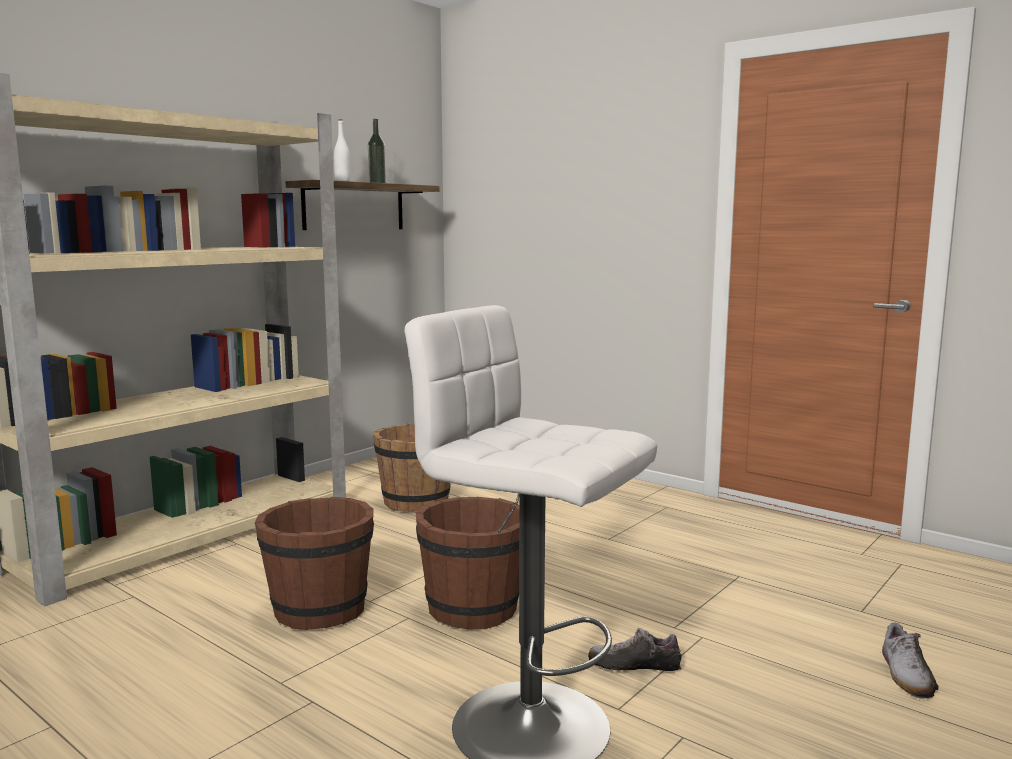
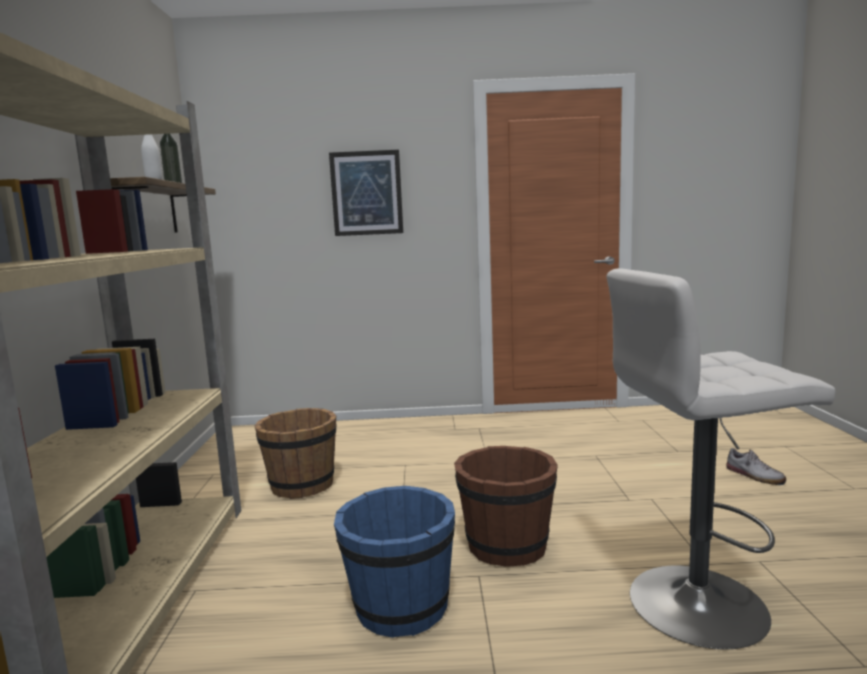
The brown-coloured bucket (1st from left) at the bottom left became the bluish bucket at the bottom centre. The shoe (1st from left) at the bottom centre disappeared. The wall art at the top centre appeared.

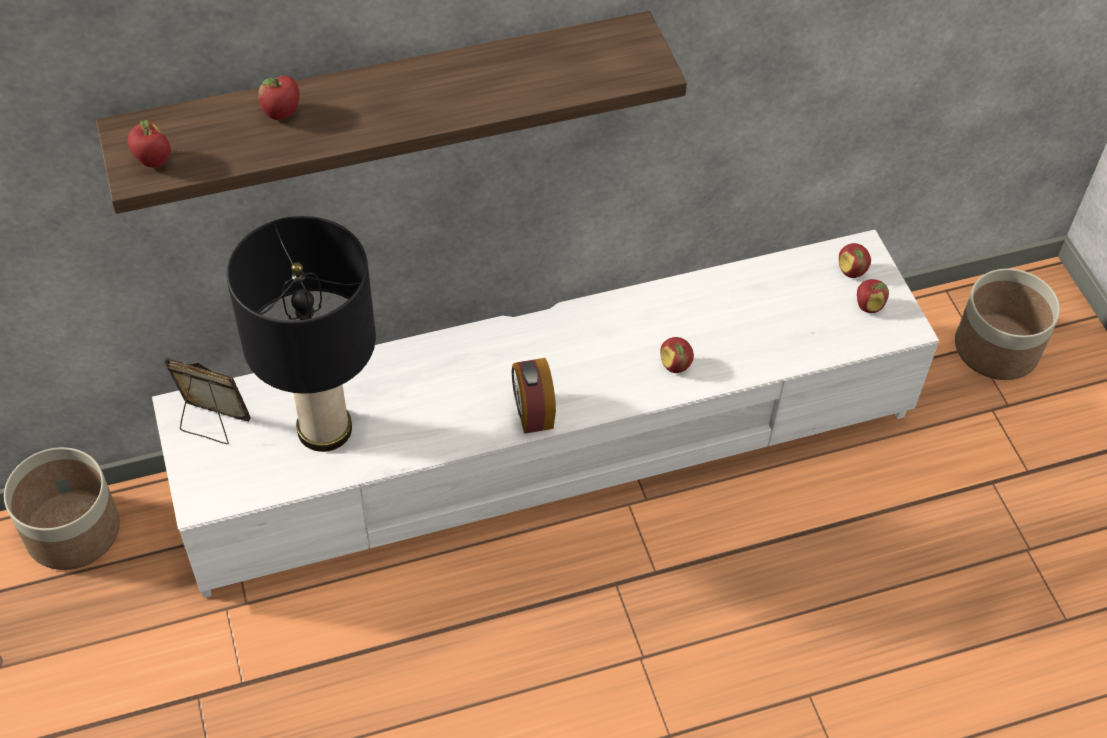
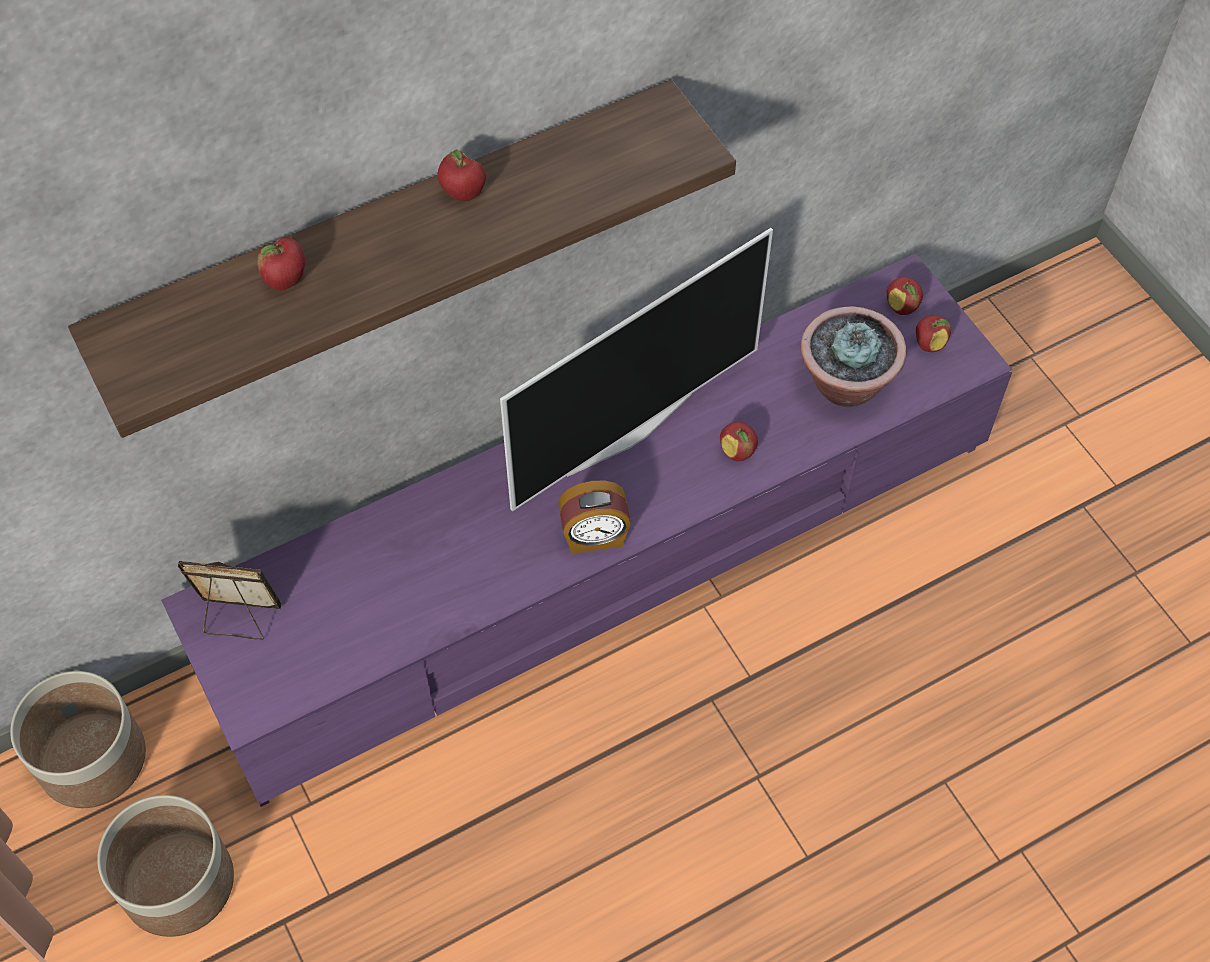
The whole apple (1st from left in the first image) moved from the top left to the top centre. The black tabletop lamp at the middle left disappeared. The whitish media console at the centre became the purple media console at the centre. The flower pot (2nd from left) moved from the middle right to the bottom left. The bedside clock at the centre turned 75 degrees counterclockwise. The TV set at the centre appeared. The potted plant at the middle right appeared.

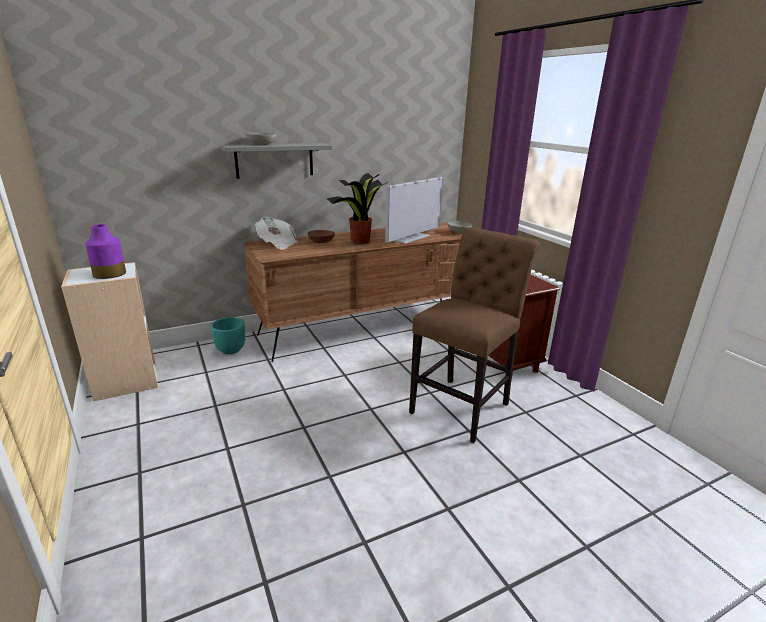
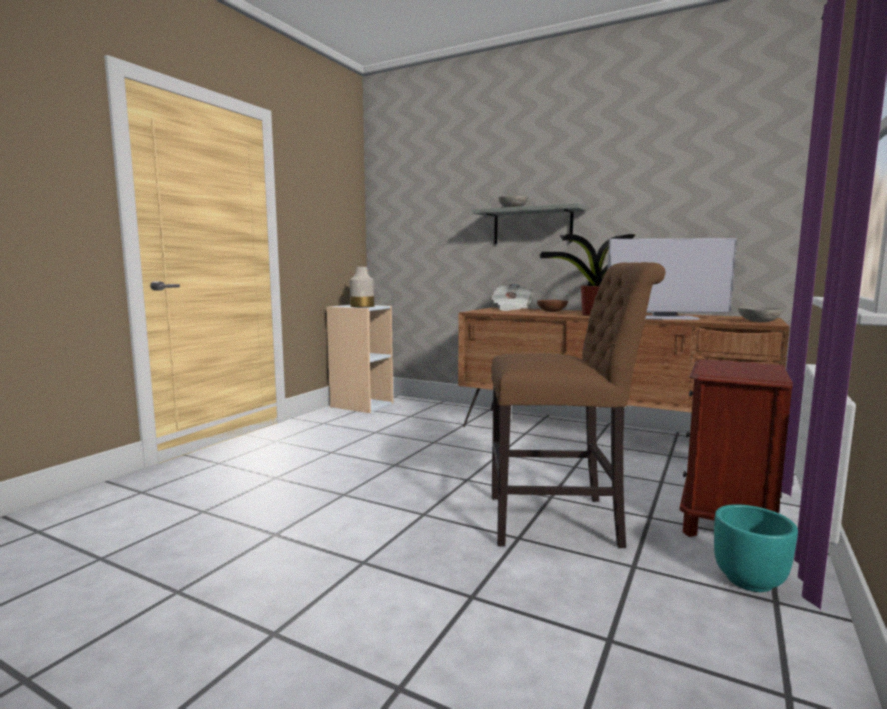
The purple flower vase at the middle left became the beige flower vase at the centre. The turquoise flower pot moved from the middle left to the bottom right.

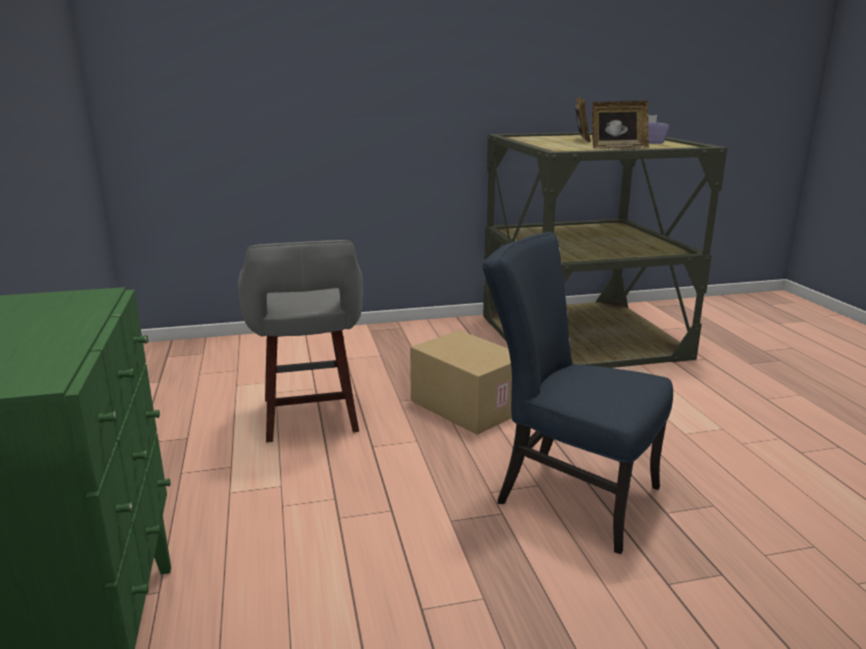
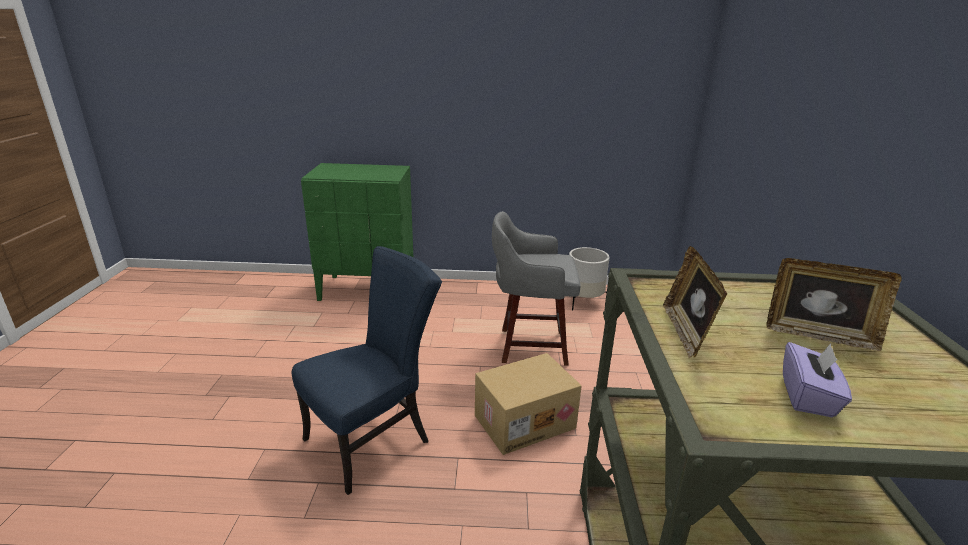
The whitish flower pot at the centre appeared.

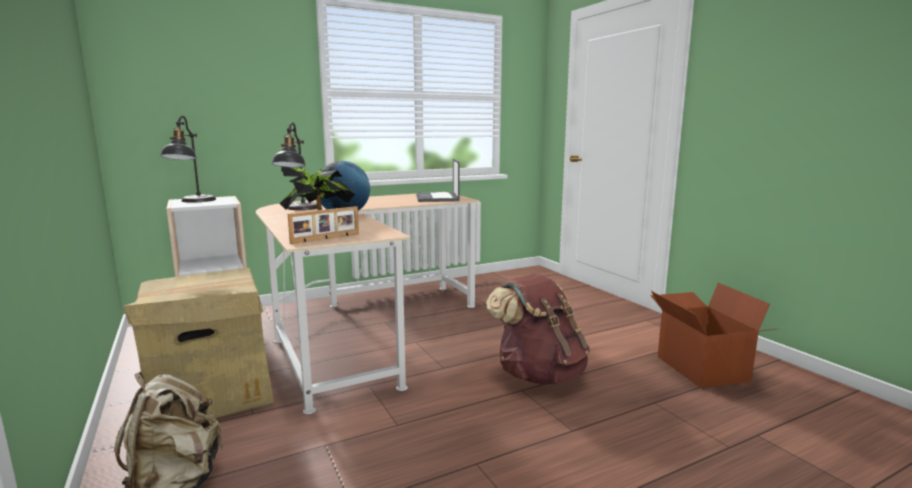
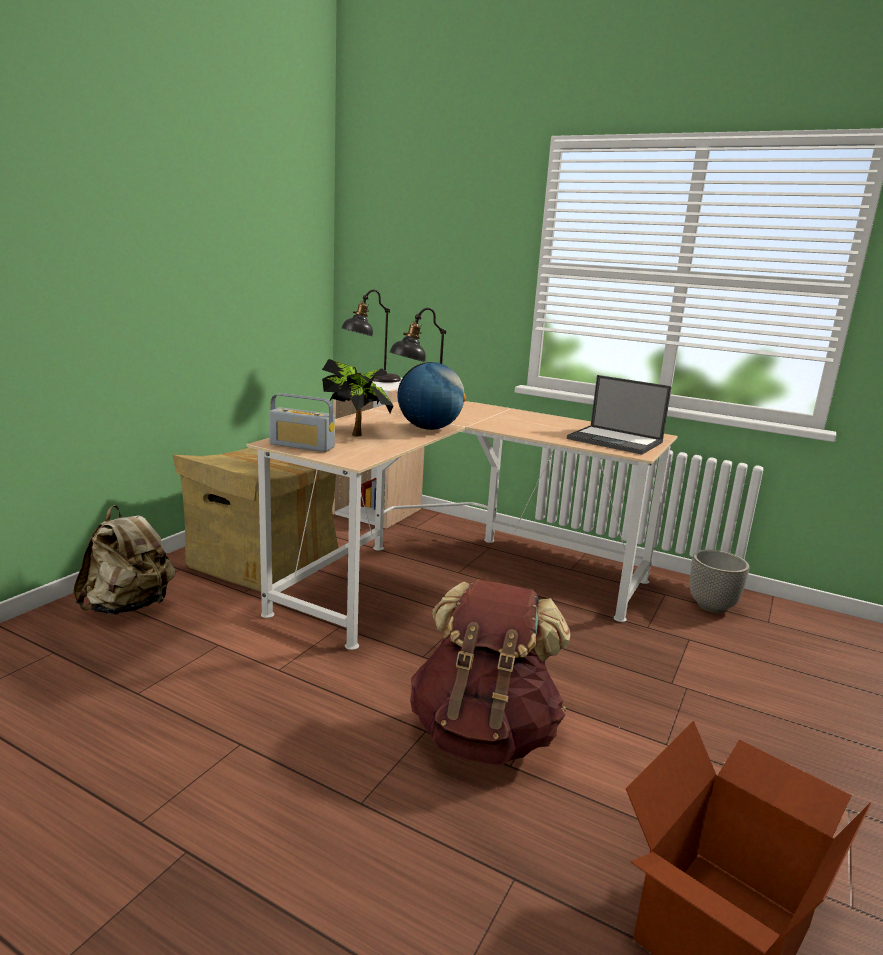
The laptop at the centre turned 105 degrees counterclockwise. The picture frame at the centre was replaced by the radio at the centre. The flower pot at the middle right appeared.

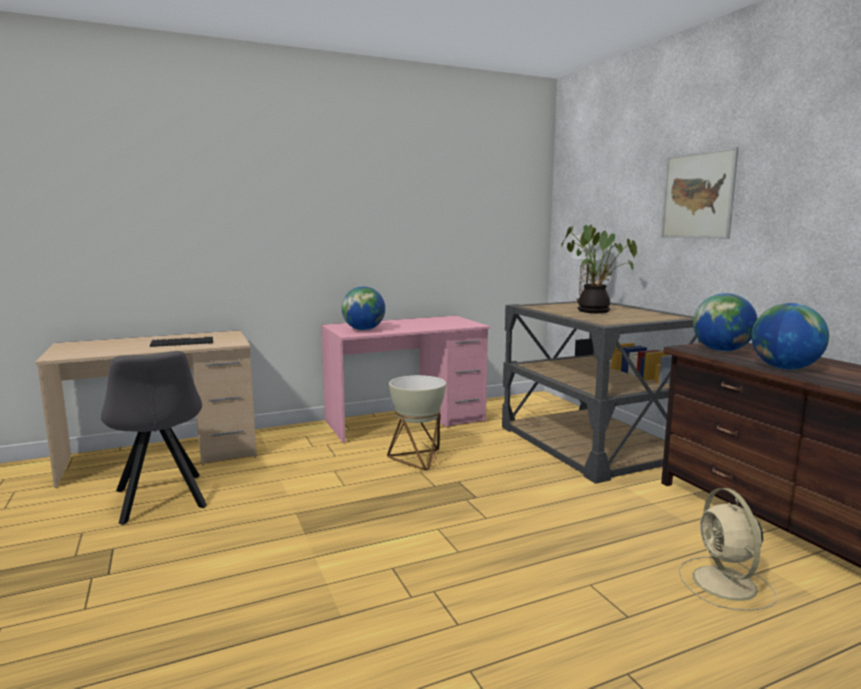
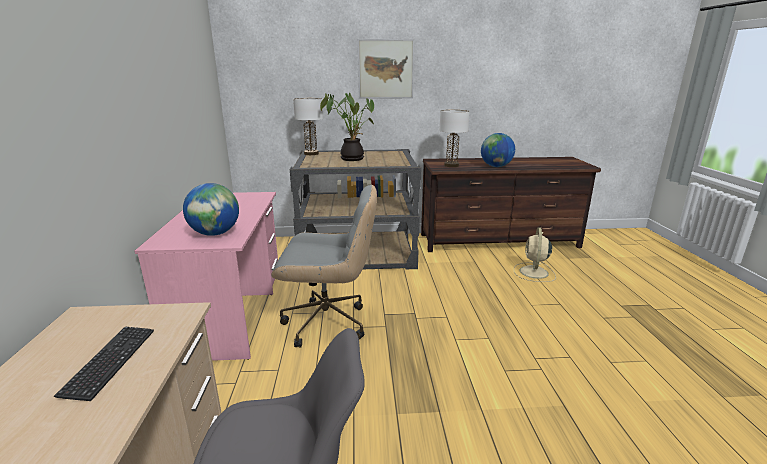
The desk globe (2nd from left) at the middle right was replaced by the tabletop lamp (2nd from left) at the top centre. The flower pot at the centre was replaced by the gray office chair at the centre. The beige cooling fan at the bottom right turned 90 degrees clockwise.

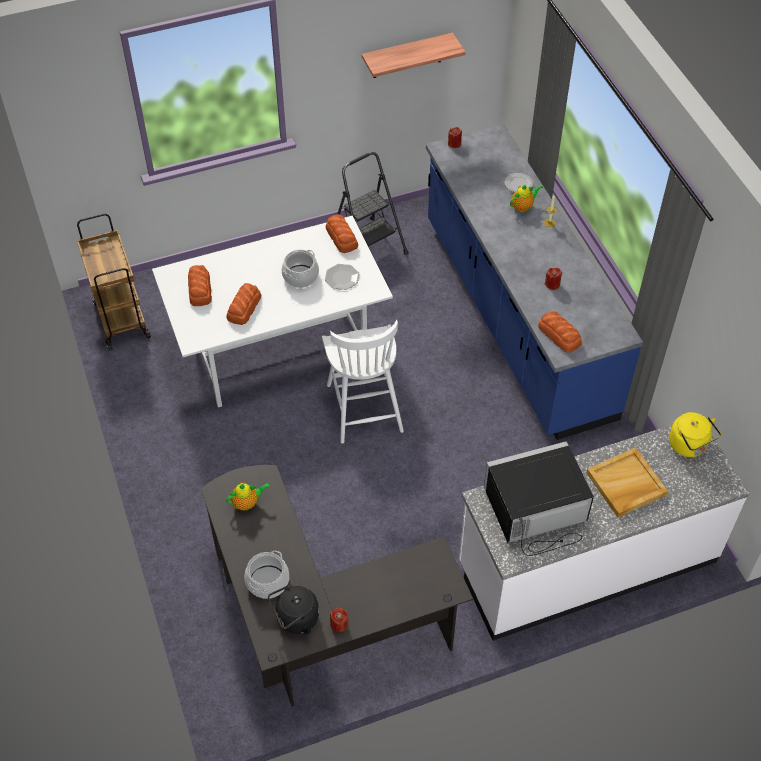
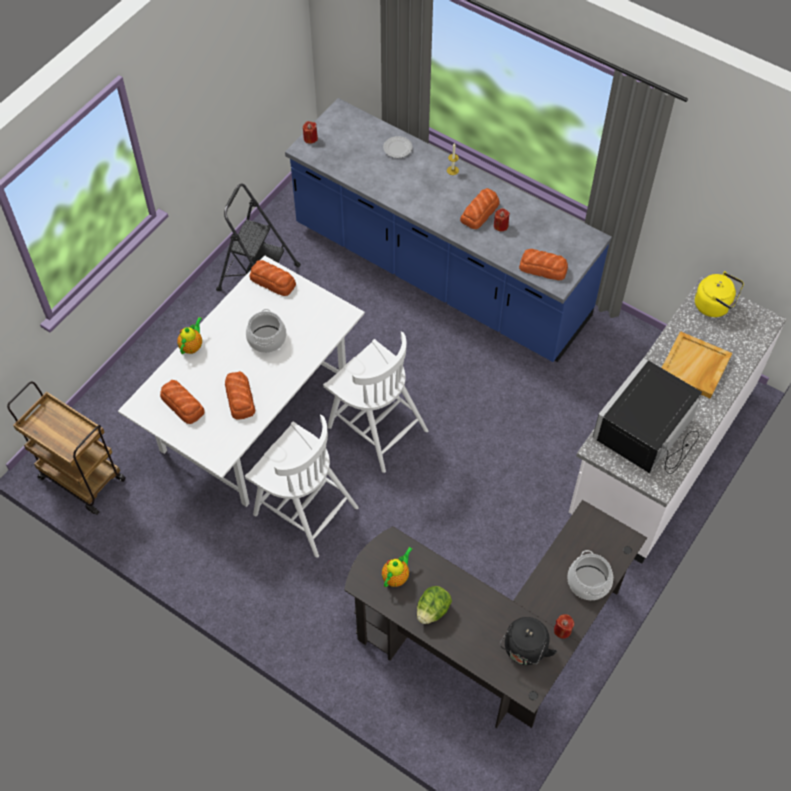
The wall shelf at the top centre disappeared. The teapot (2nd from left in the first image) moved from the top right to the middle left. The flat dish (1st from left) at the centre disappeared. The saucepot (1st from left in the first image) moved from the bottom centre to the bottom right. The bakery bread (4th from left) at the top centre appeared. The whitish upright chair (1st from left) at the centre appeared. The lettuce head at the bottom centre appeared.

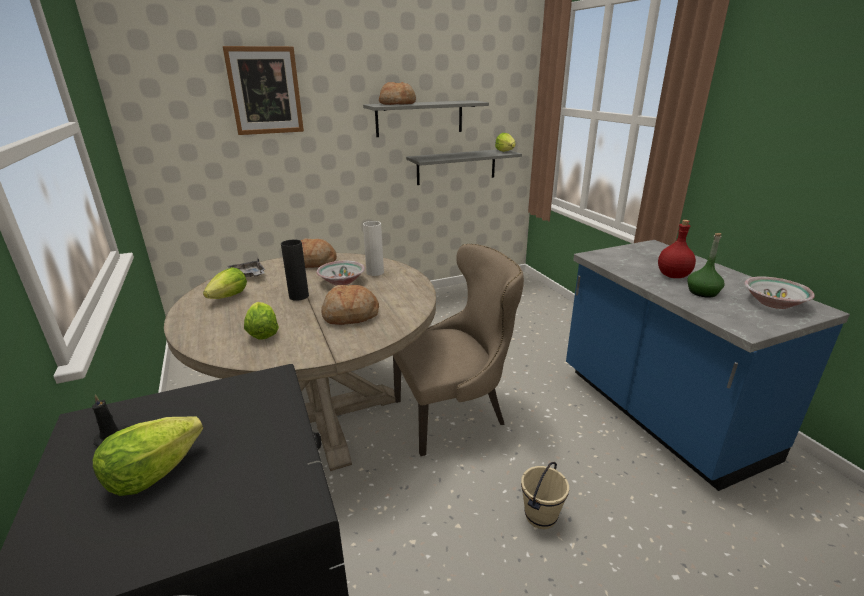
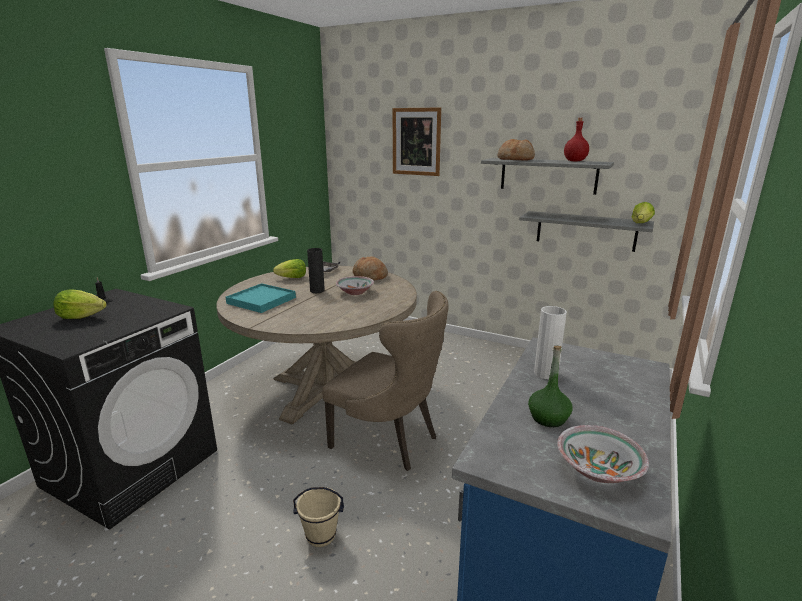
The red bottle moved from the middle right to the top right. The whitish flower vase moved from the centre to the middle right. The bakery bread (2nd from left) at the centre disappeared. The lettuce head (3rd from left) at the middle left was replaced by the turquoise carrying tray at the middle left.

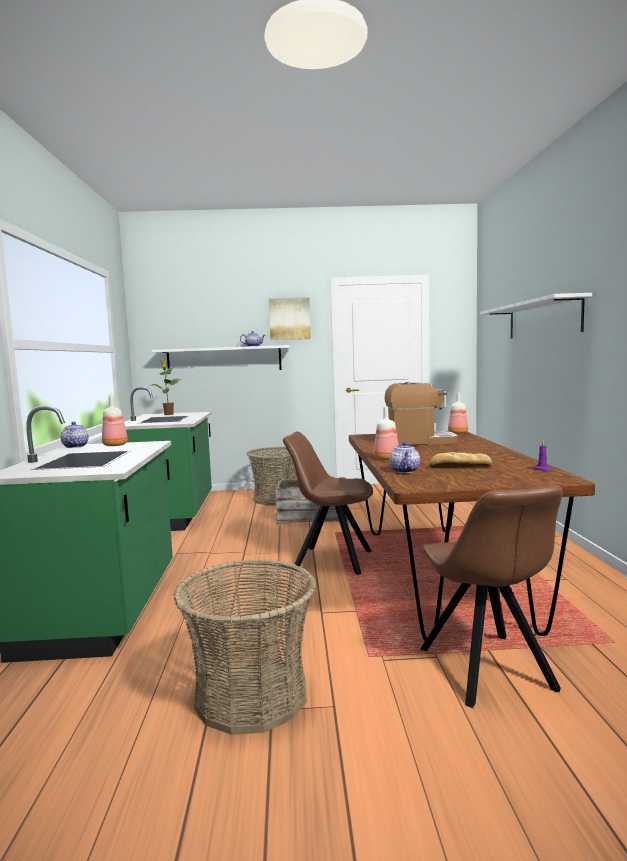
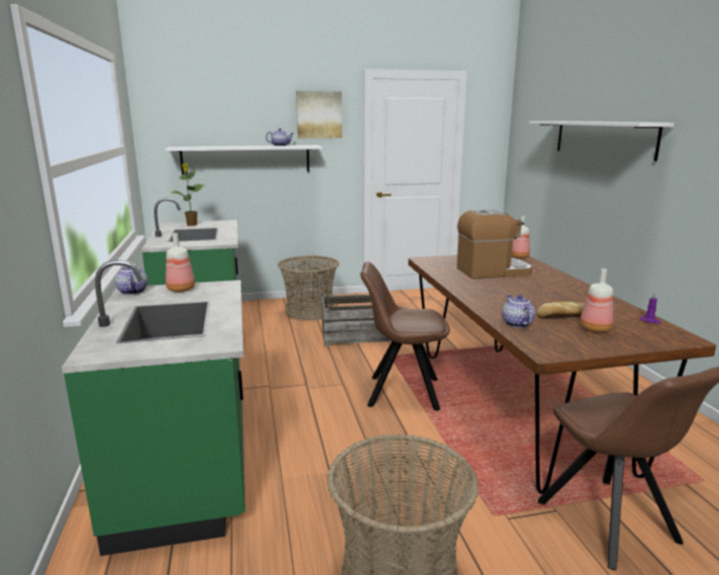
The bottle (2nd from left in the first image) moved from the centre to the middle right.

